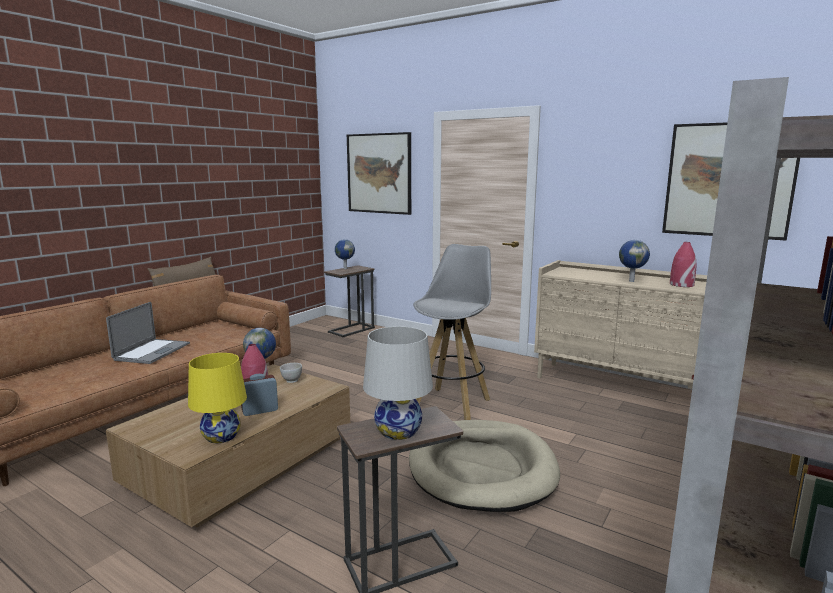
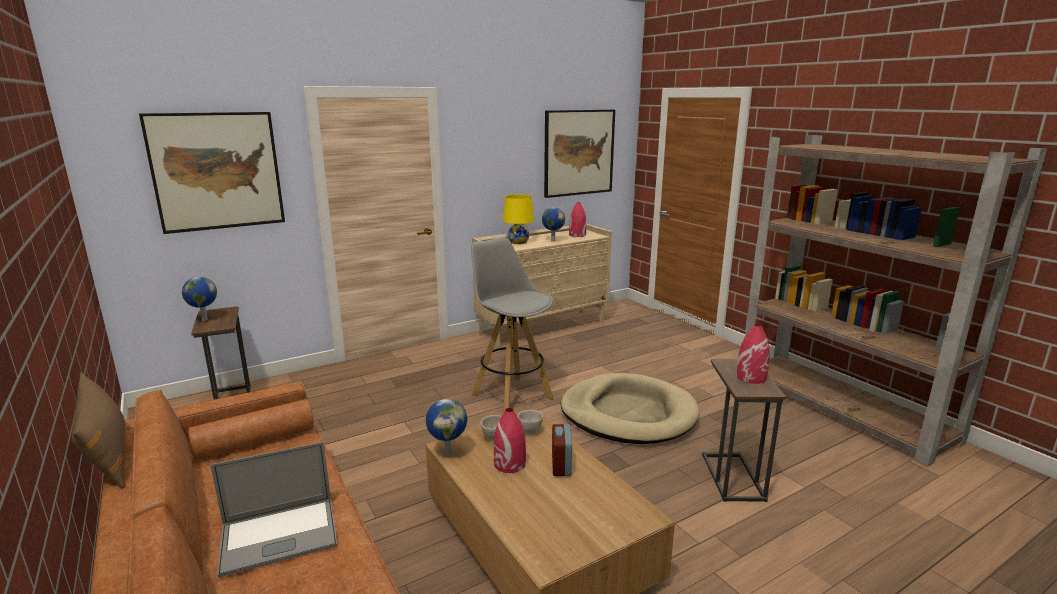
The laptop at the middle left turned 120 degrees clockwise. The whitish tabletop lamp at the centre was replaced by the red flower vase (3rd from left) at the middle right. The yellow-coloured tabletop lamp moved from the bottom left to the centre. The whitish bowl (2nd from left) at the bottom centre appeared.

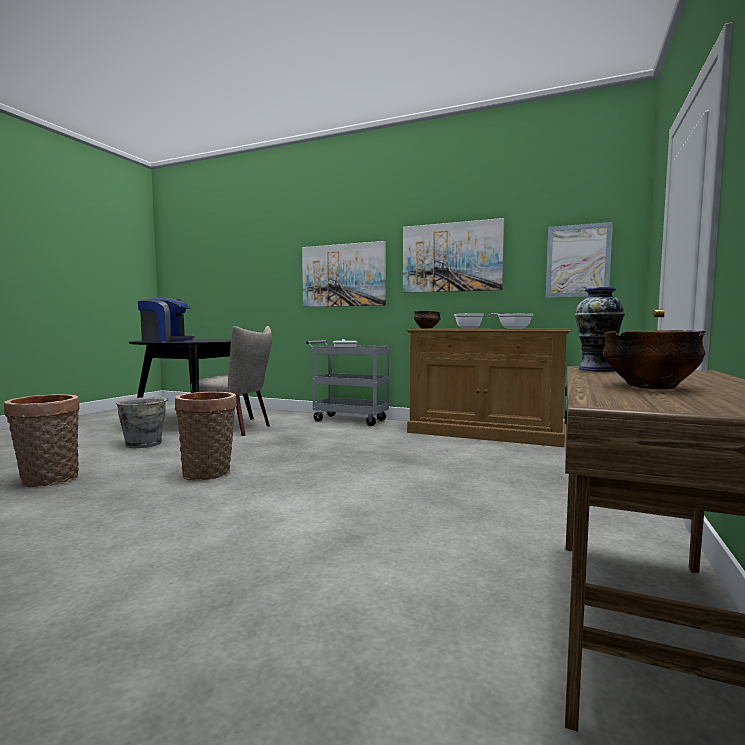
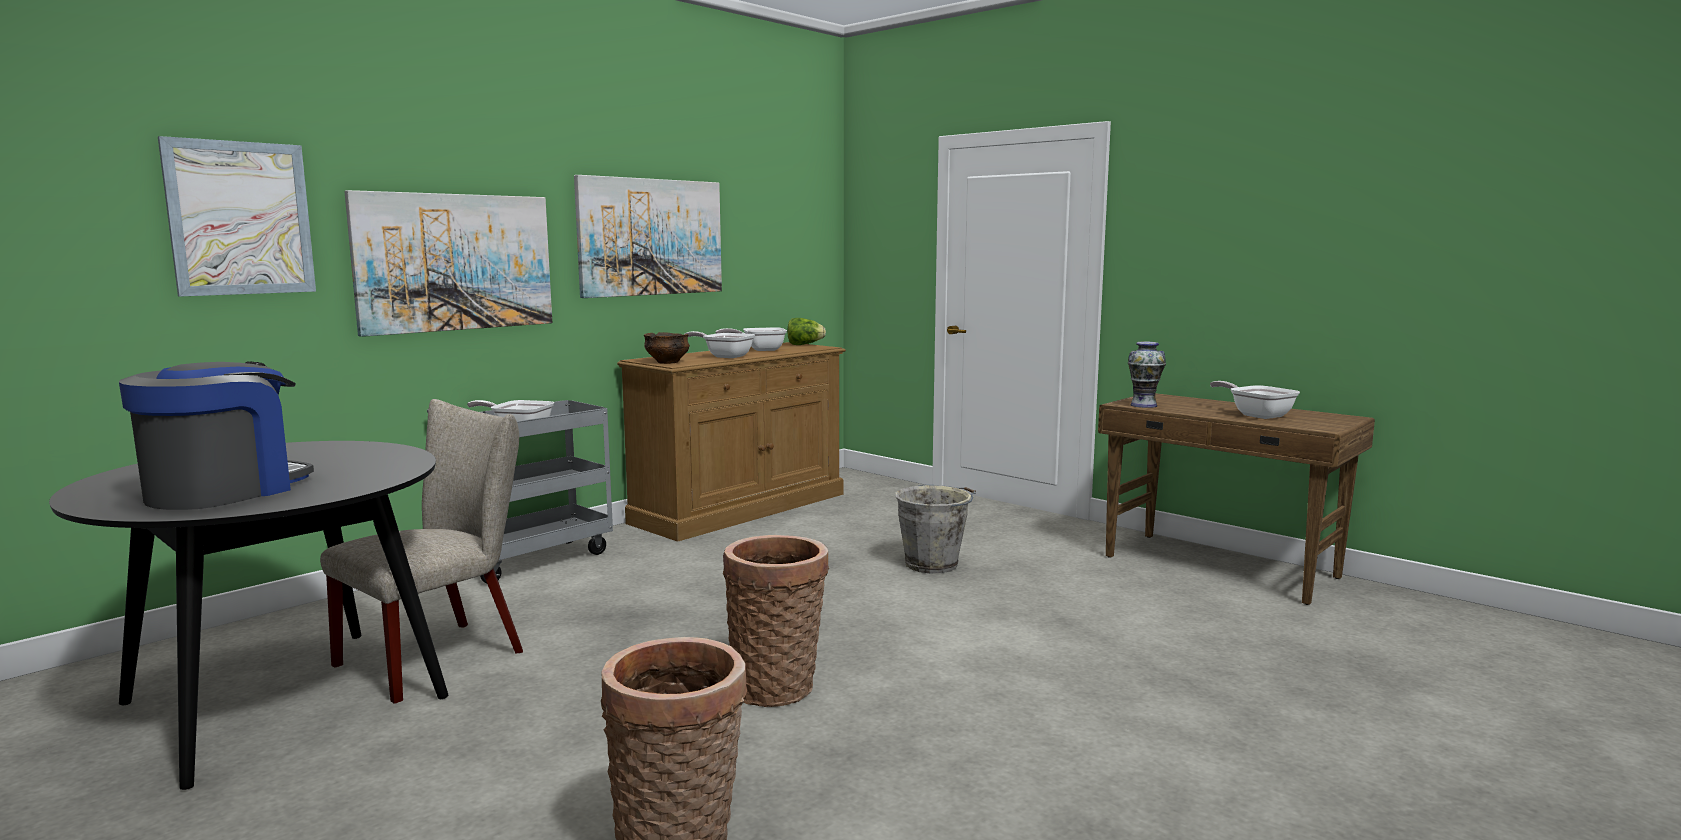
The wall art (3rd from left in the first image) moved from the middle right to the top left. The bowl (2nd from left) at the middle right was replaced by the pan (4th from left) at the middle right. The gray bucket moved from the middle left to the centre. The lettuce head at the centre appeared.

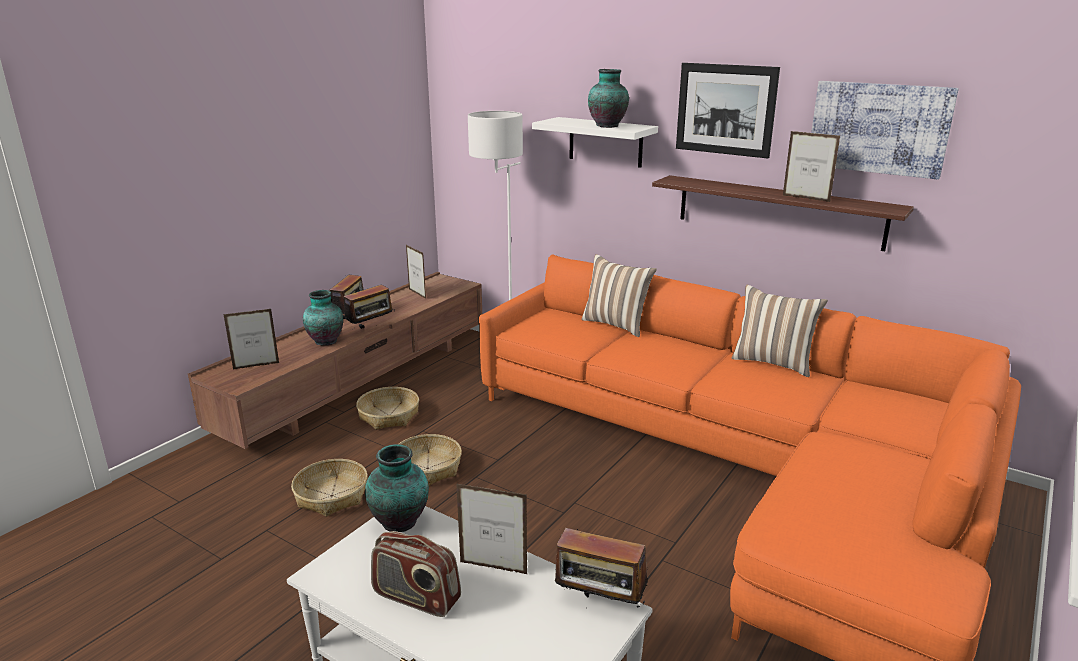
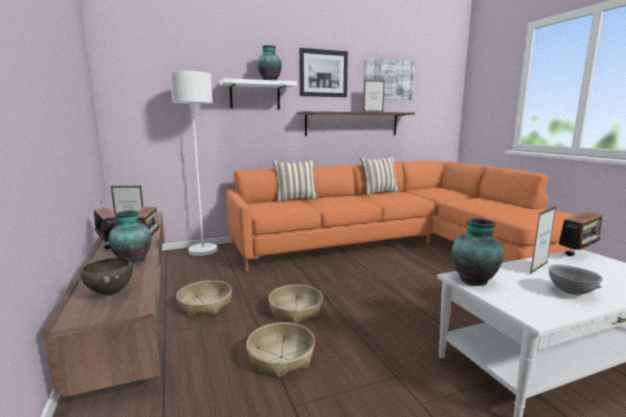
The picture frame (1st from left) at the middle left was replaced by the brown-coloured bowl at the middle left. The radio (3rd from left) at the bottom centre was replaced by the gray bowl at the bottom right.

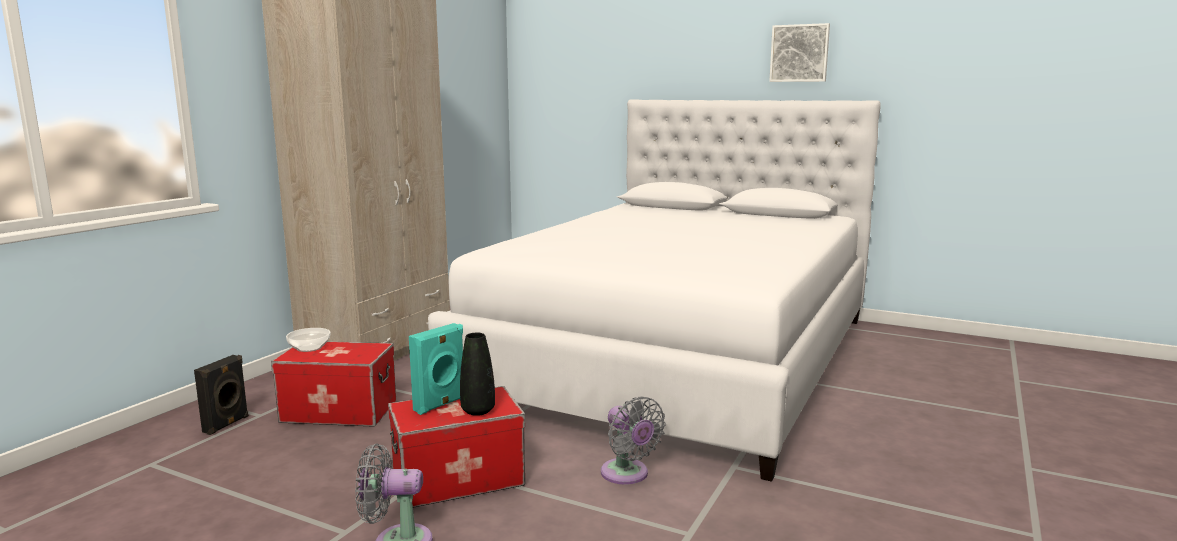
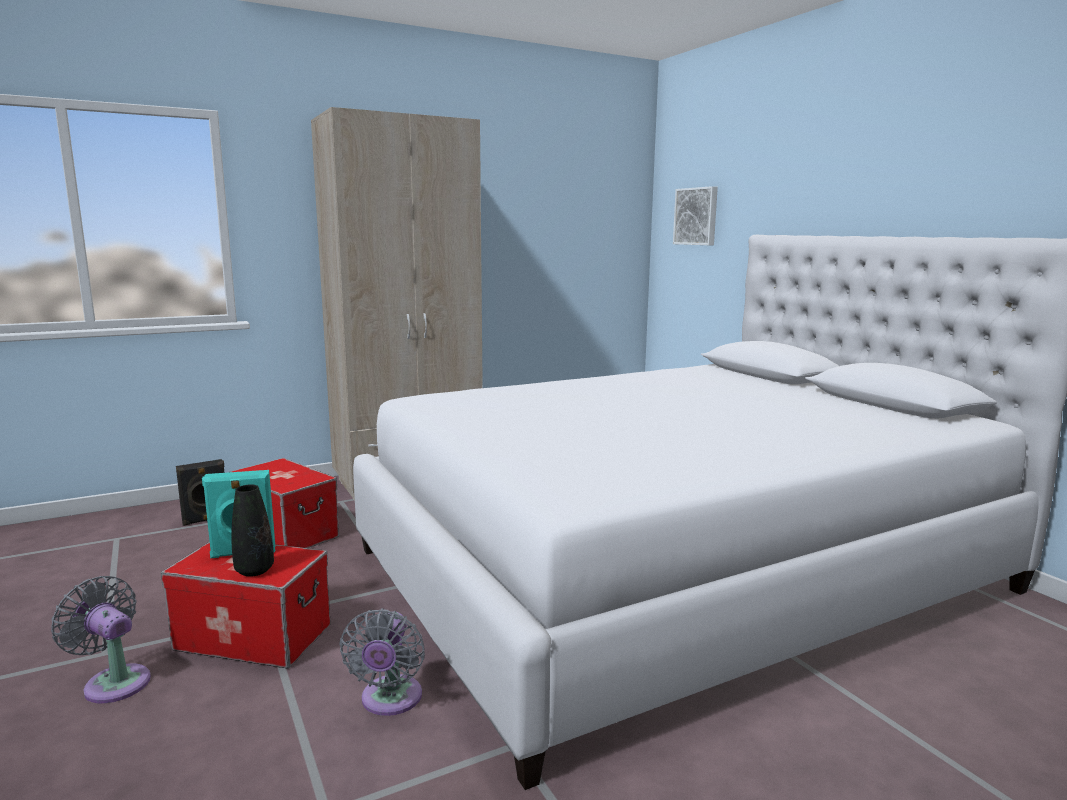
The wall art moved from the top right to the top centre. The bowl at the middle left disappeared.

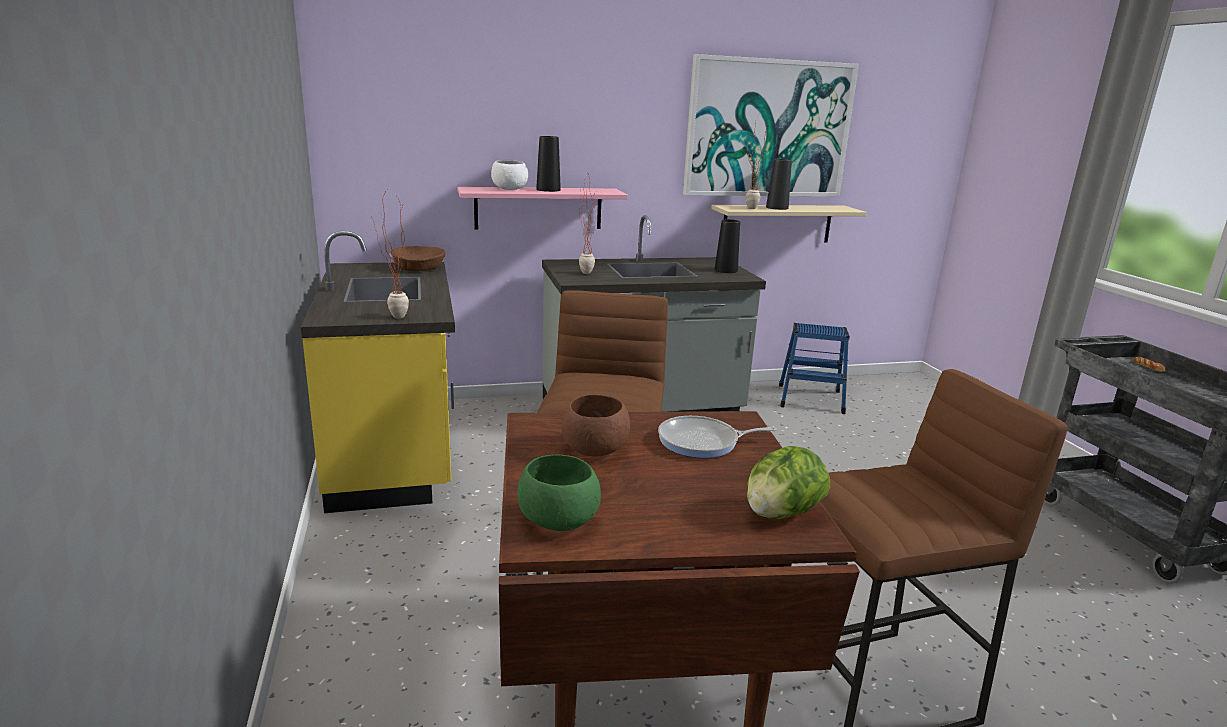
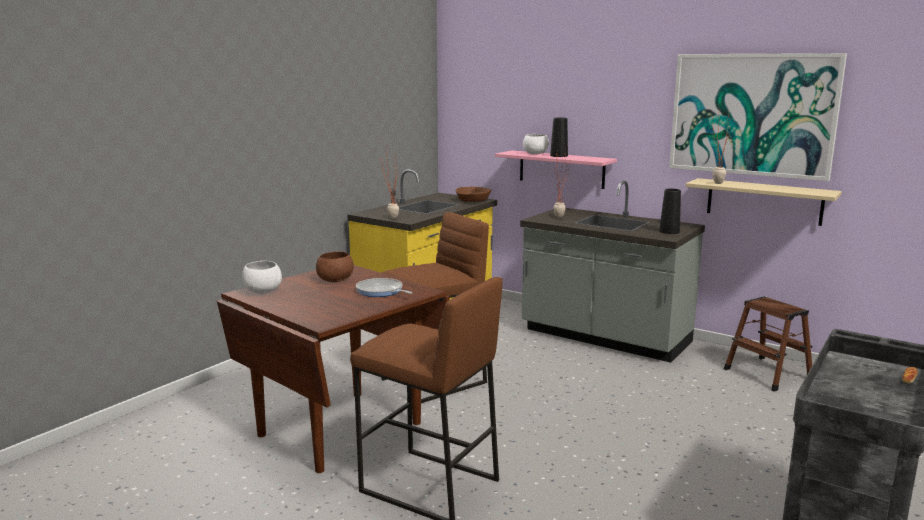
The black flower vase (3rd from left) at the top centre disappeared. The bluish stepladder at the centre became the brown-coloured stepladder at the middle right. The lettuce head at the centre disappeared. The green bowl at the bottom centre became the whitish bowl (1st from left) at the middle left.

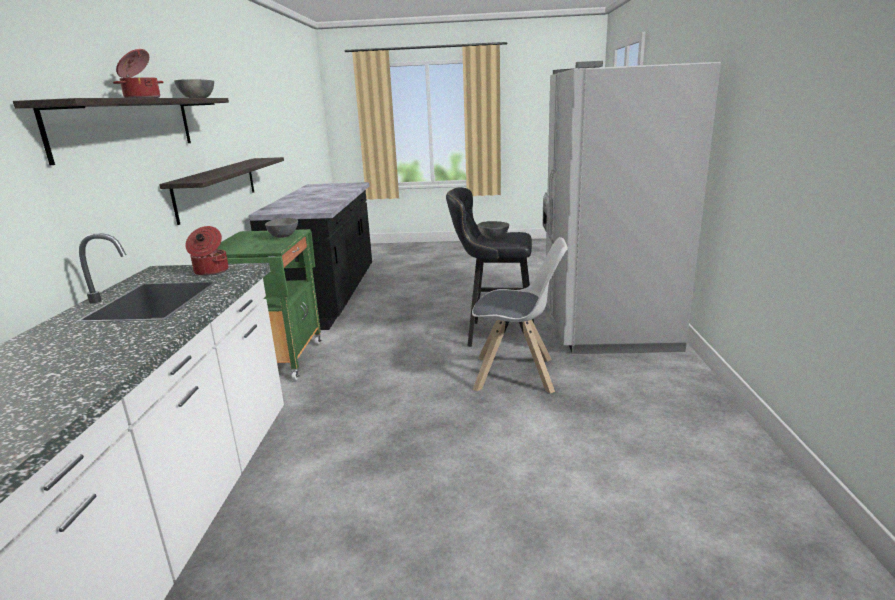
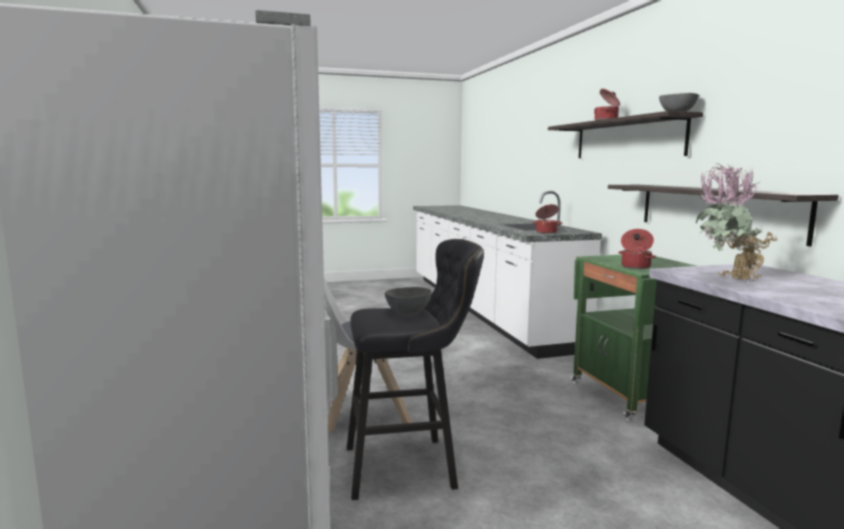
The gray bowl (2nd from left) at the middle left was replaced by the saucepot (3rd from left) at the middle right. The potted plant at the middle right appeared.

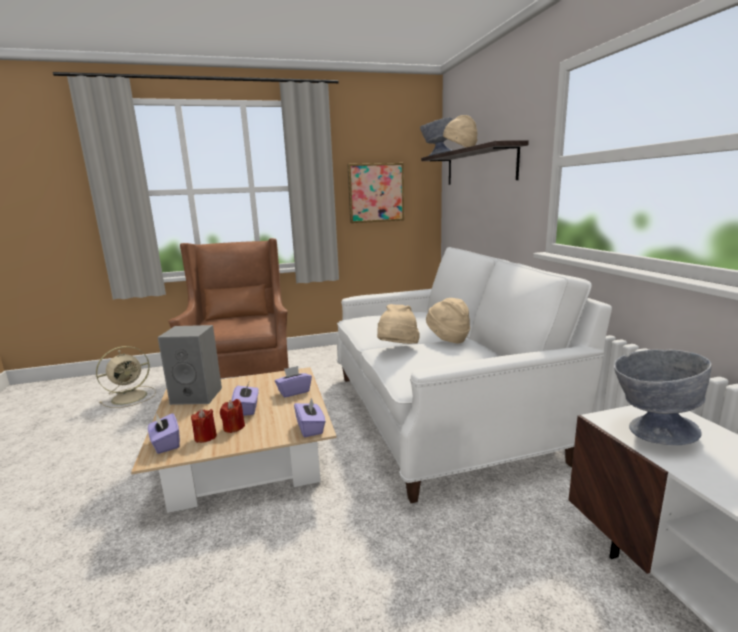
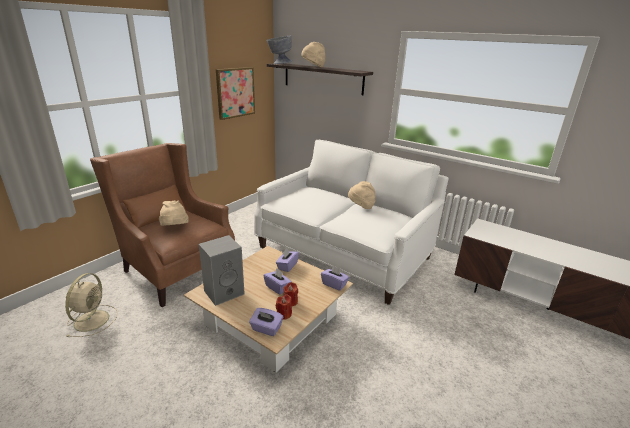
The beige hat (1st from left) moved from the centre to the middle left. The gray bowl (2nd from left) at the middle right disappeared.

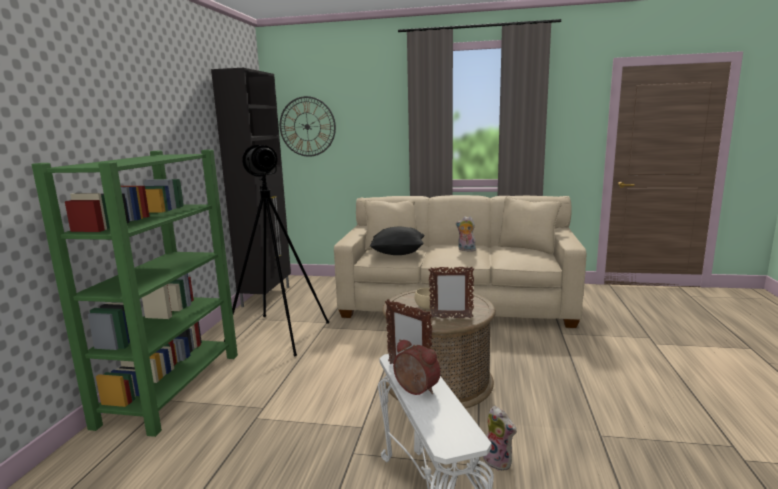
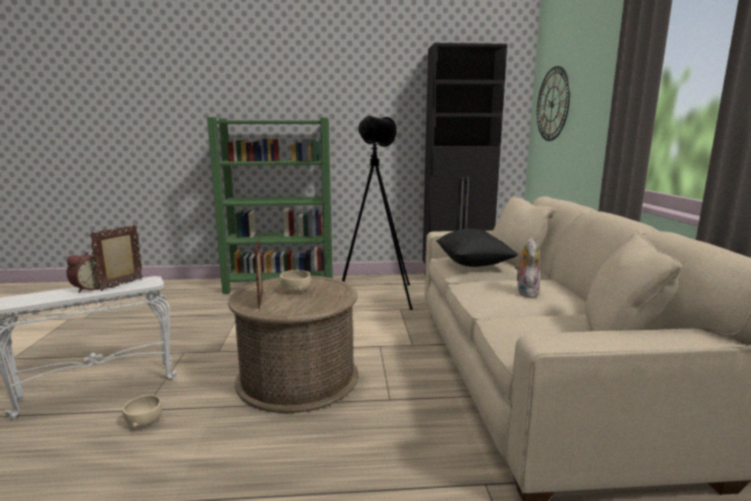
The soft toy (2nd from left) at the bottom centre was replaced by the beige bowl (1st from left) at the bottom left.

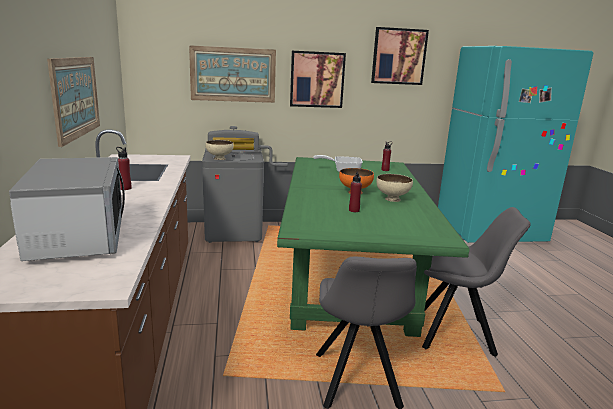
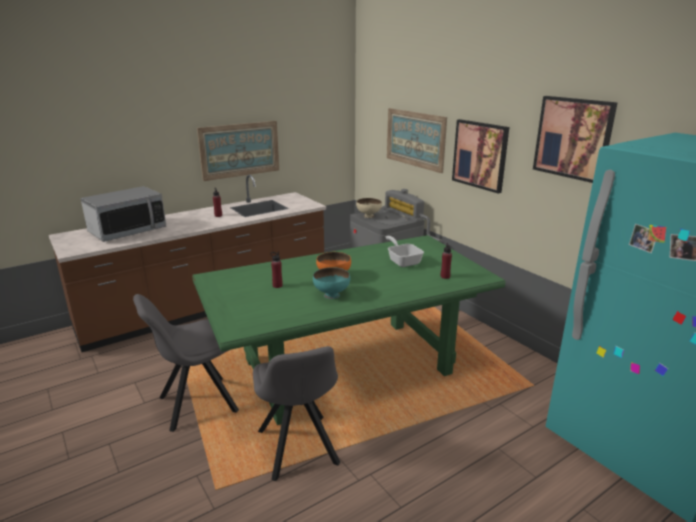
The beige bowl (2nd from left) at the centre became the turquoise bowl at the centre.

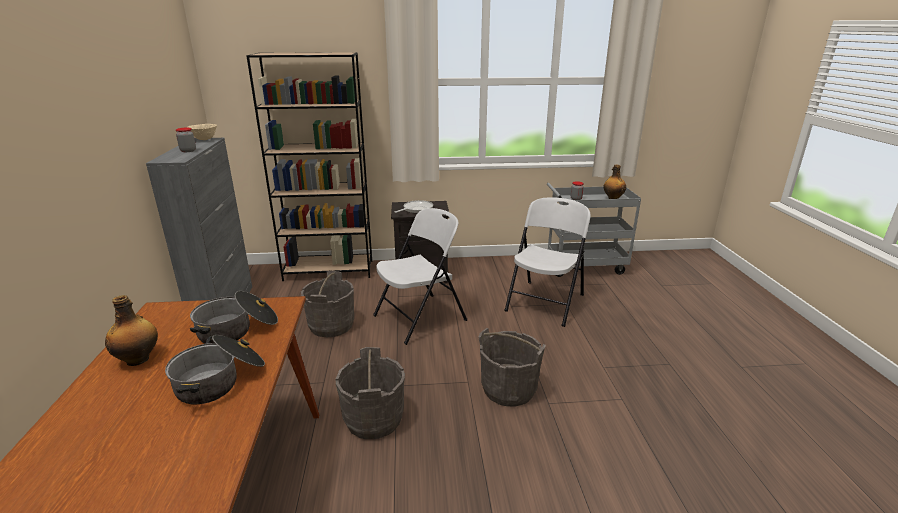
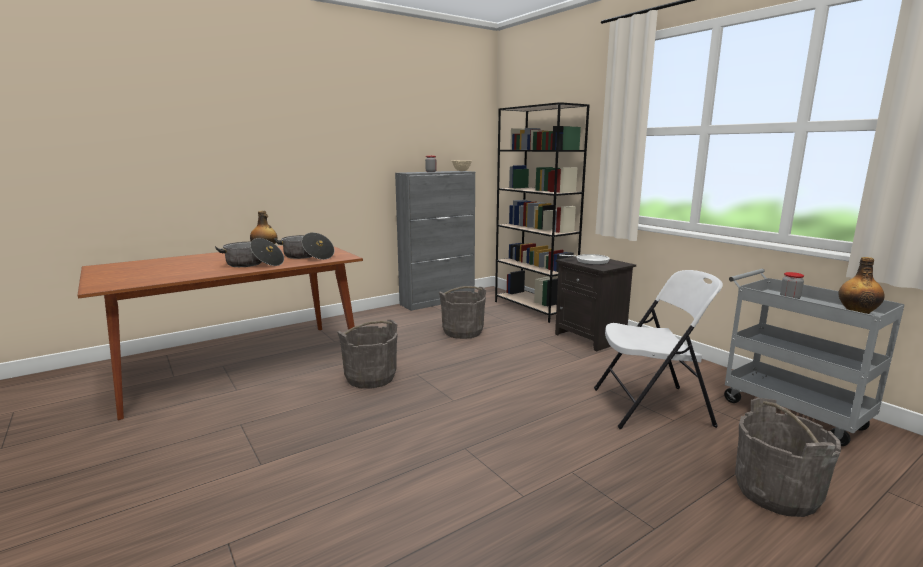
The whitish upright chair (1st from left) at the centre disappeared. The gray bucket (3rd from left) moved from the bottom centre to the bottom right.

